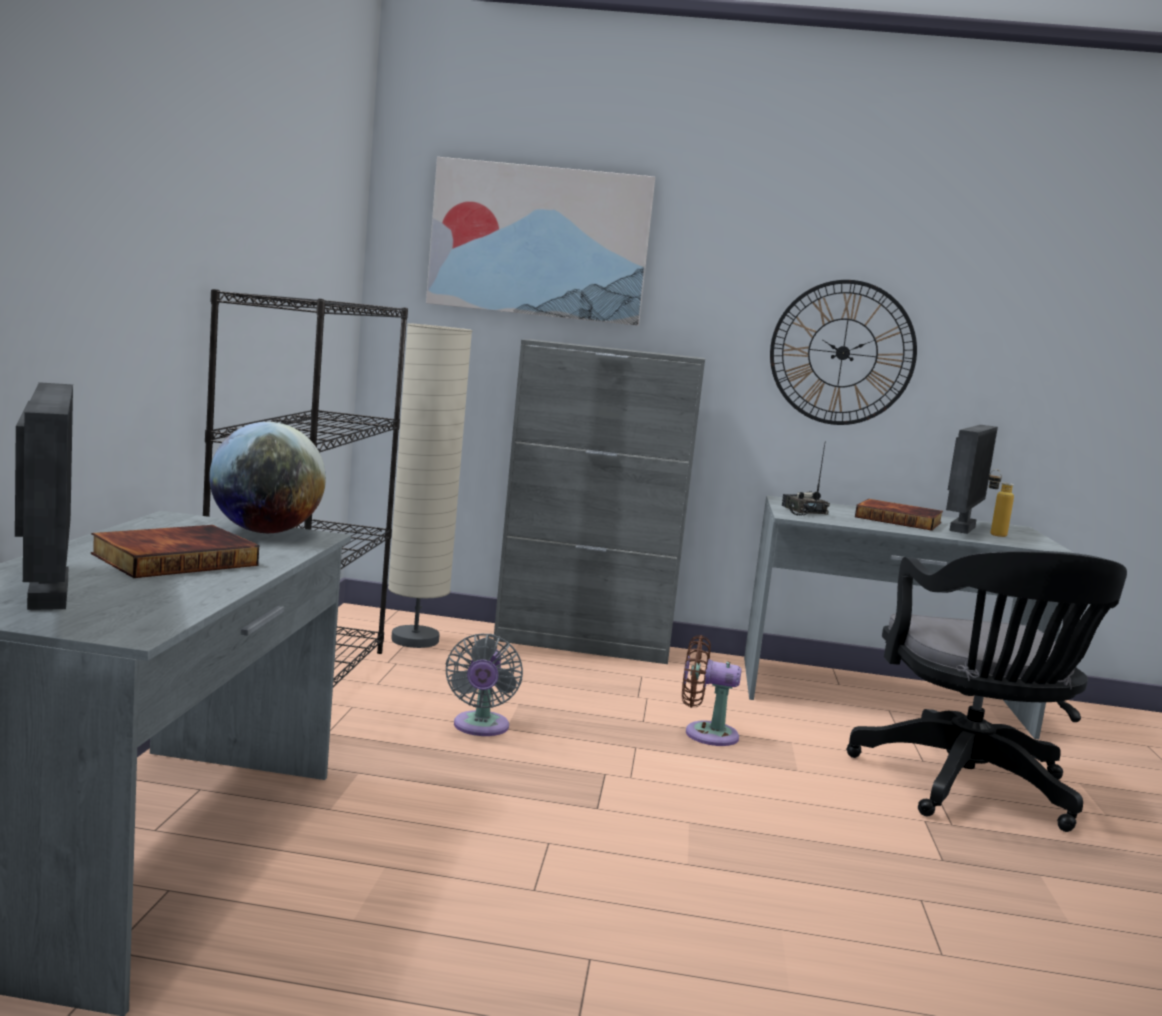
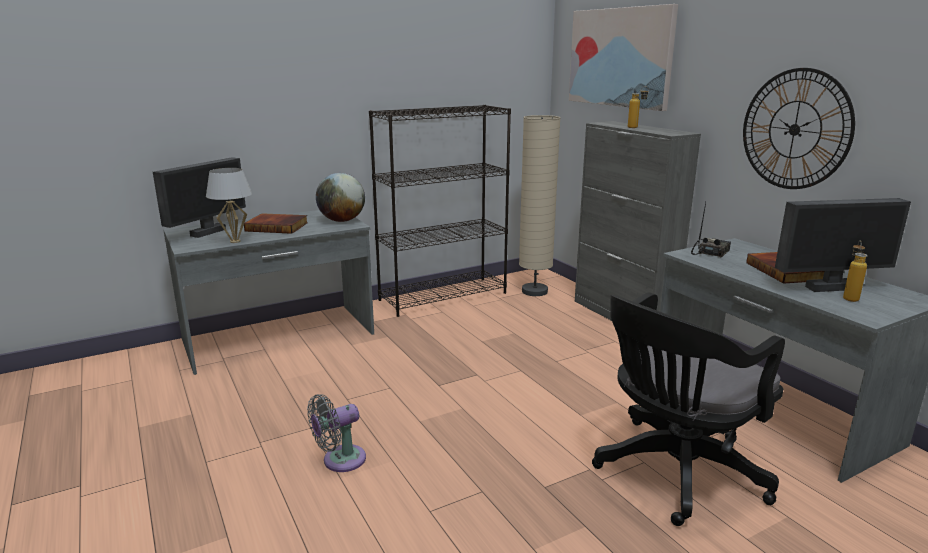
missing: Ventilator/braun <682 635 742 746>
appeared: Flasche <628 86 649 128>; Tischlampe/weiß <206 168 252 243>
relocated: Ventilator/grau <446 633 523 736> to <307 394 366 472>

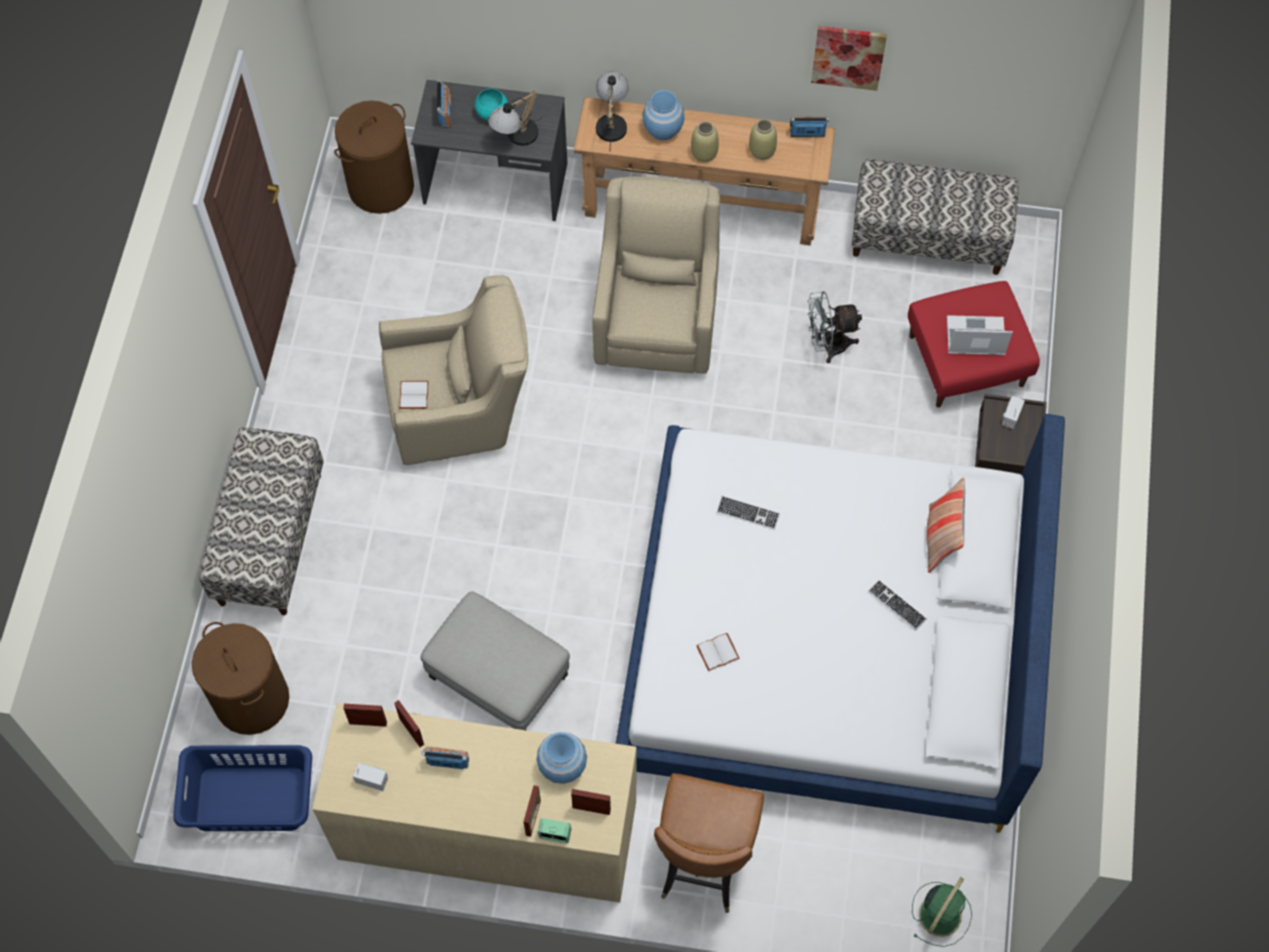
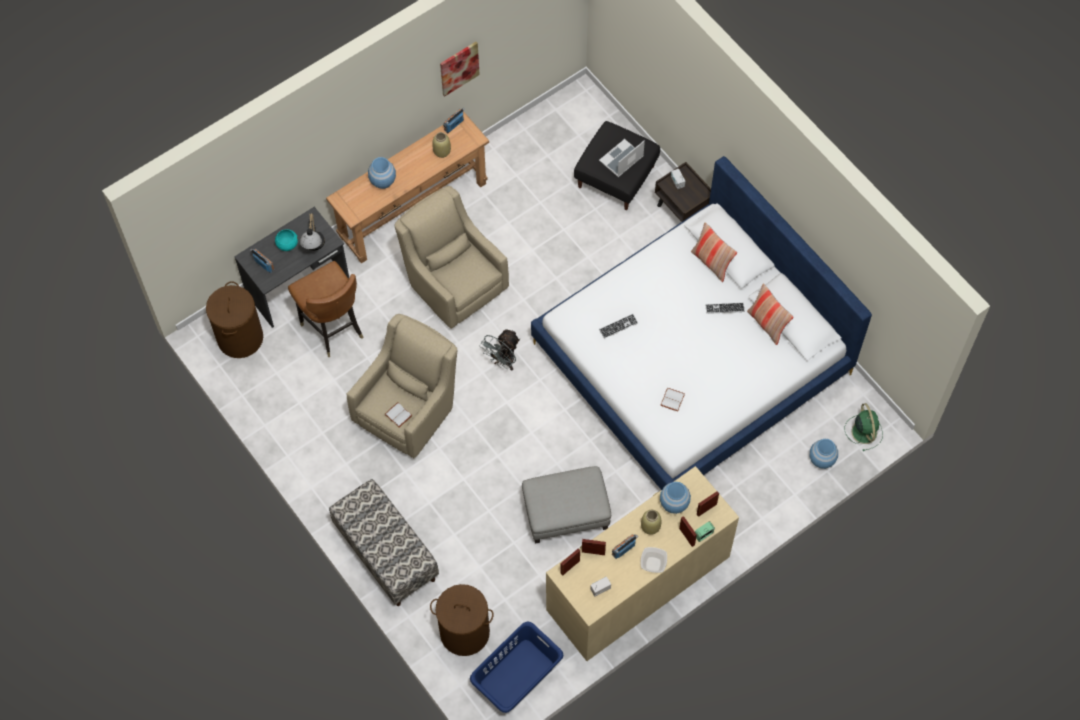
missing: Tischlampe <596 71 629 152>; Bank <851 159 1018 275>
appeared: Kissen <747 283 793 345>; Vase/blau <810 439 838 469>; Schüssel <641 547 667 573>
relocated: Vase/beige <691 121 719 162> to <641 510 661 535>; Ventilator/grau <808 291 862 363> to <479 329 520 371>; Stuhl/braun <654 773 764 913> to <288 261 363 357>
colour: Polsterhocker/rot <908 281 1040 408> to Polsterhocker/schwarz <574 121 660 210>

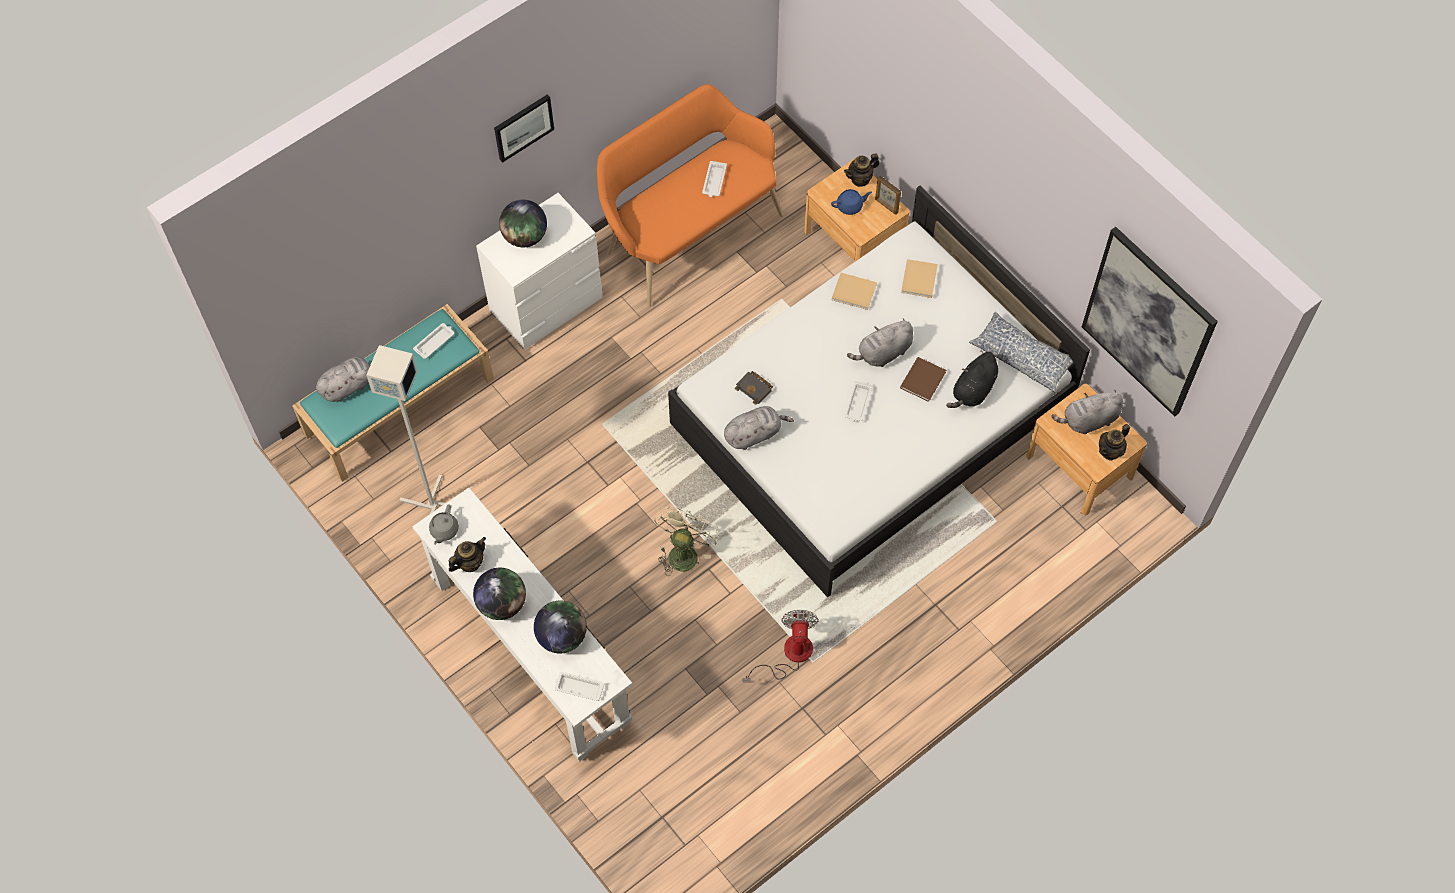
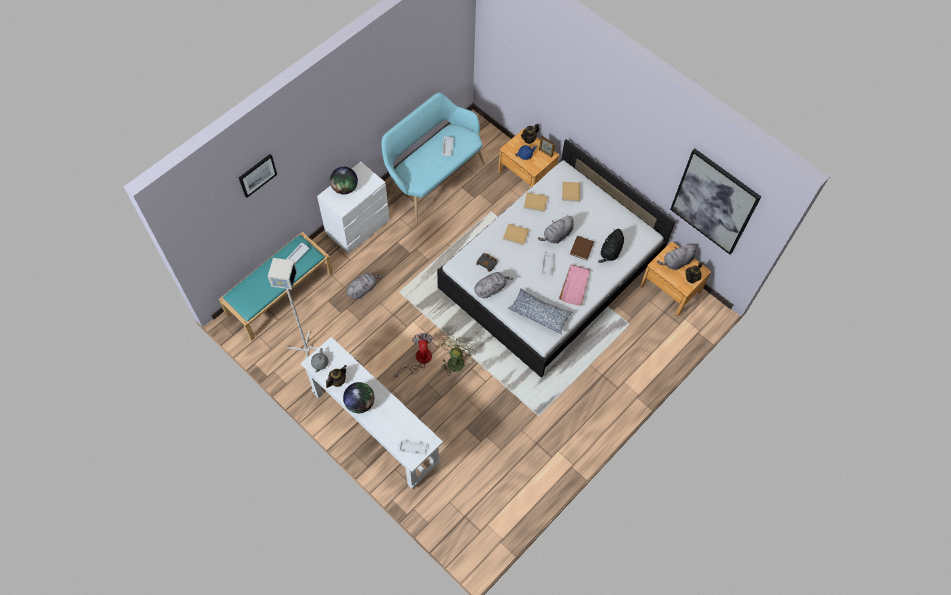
missing: Globus <534 600 587 654>
appeared: Buch/beige <503 223 529 246>; Tablett/rosa <559 265 590 305>
relocated: Bild <494 94 554 163> to <239 154 277 198>; Kissen <969 312 1073 392> to <507 288 572 334>; Plüschtier/grau <316 357 371 402> to <347 273 383 299>; Ventilator <742 610 819 683> to <394 333 433 378>
colour: Bank/orange <597 84 783 307> to Bank/türkis <381 93 485 223>

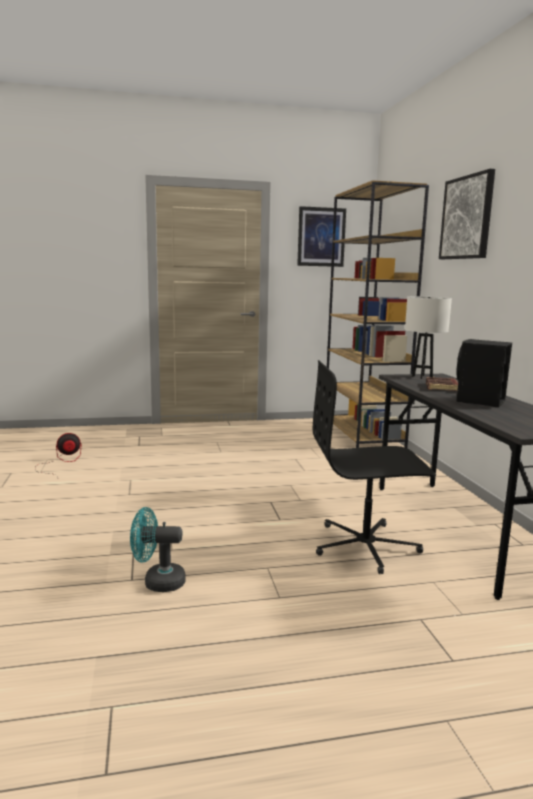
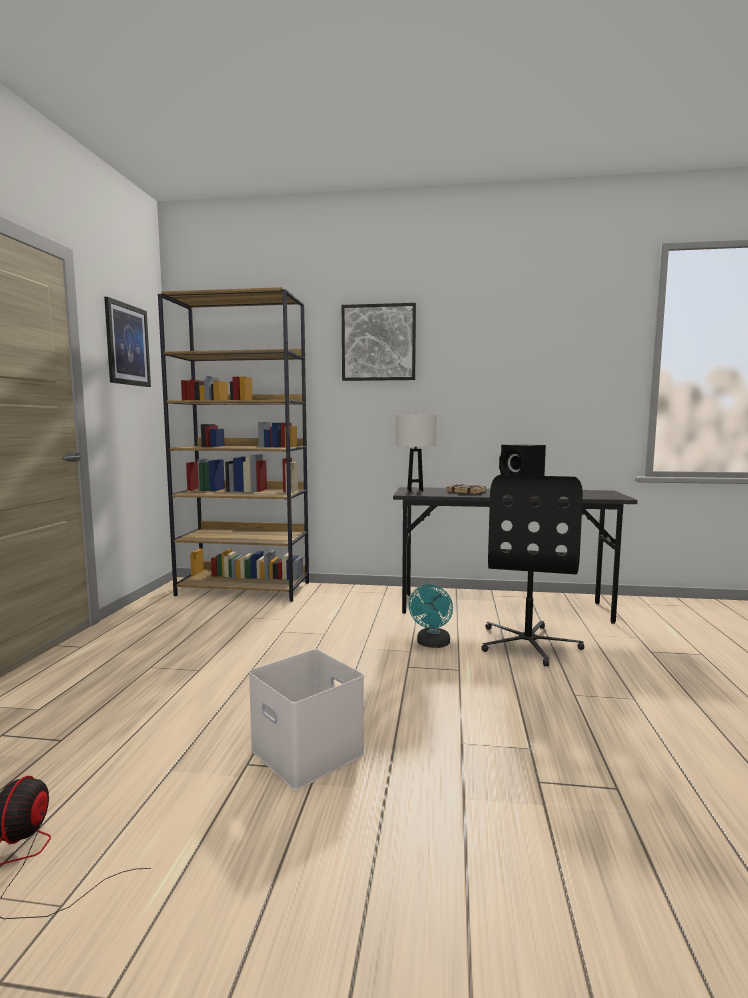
appeared: Aufbewahrungsbox/weiß <249 649 364 790>
relocated: Ventilator/türkis <130 507 186 592> to <409 584 453 648>

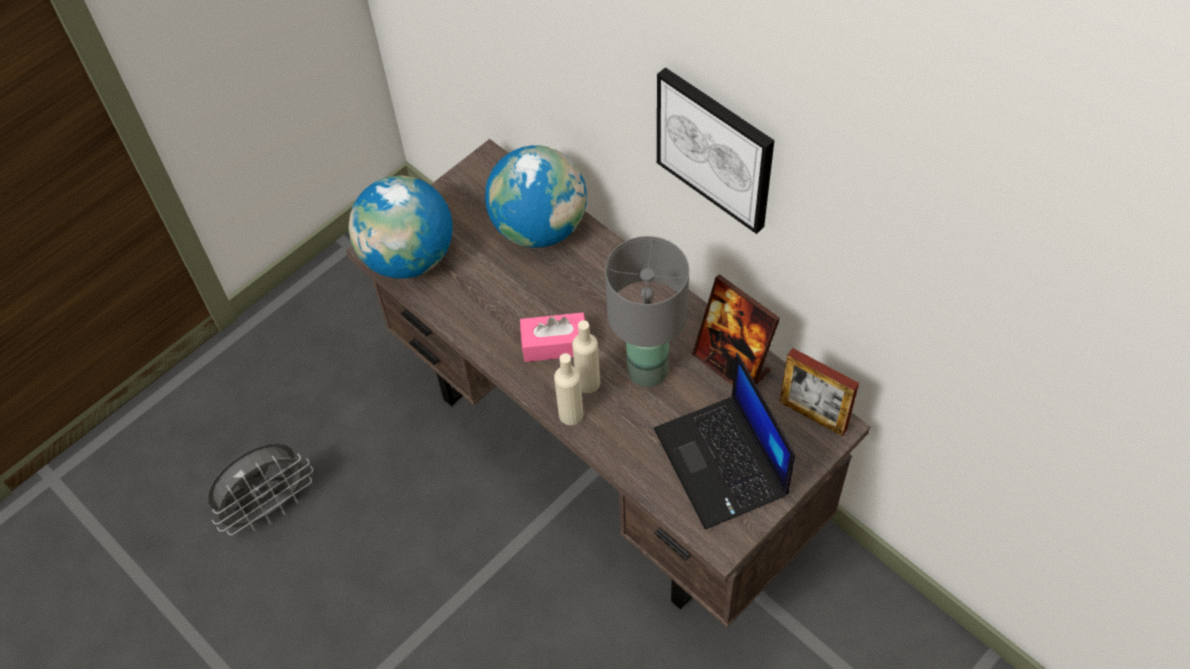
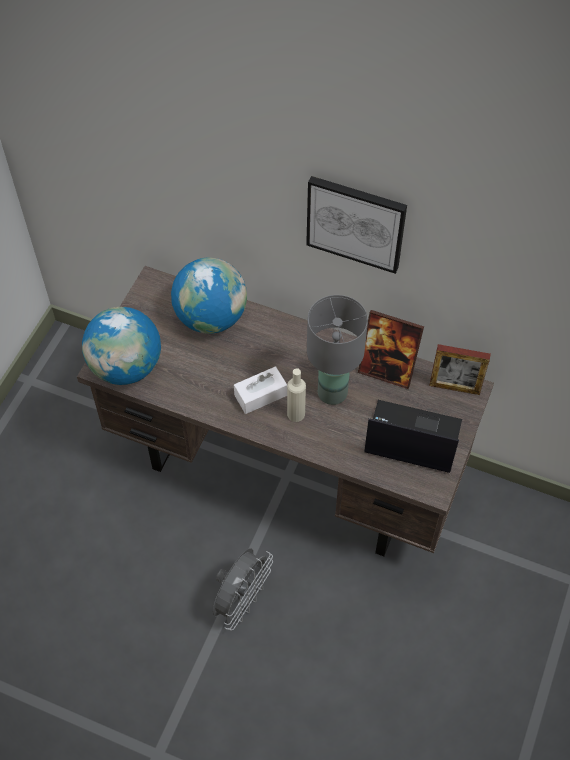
missing: Flasche/beige <554 353 583 425>
relocated: Ventilator/grau <208 443 313 535> to <213 548 273 631>
colour: Taschentuchbox/rosa <520 312 585 362> to Taschentuchbox/weiß <234 366 287 414>
spun: Laptop <654 353 795 529> = <364 400 462 473> 150 degrees clockwise

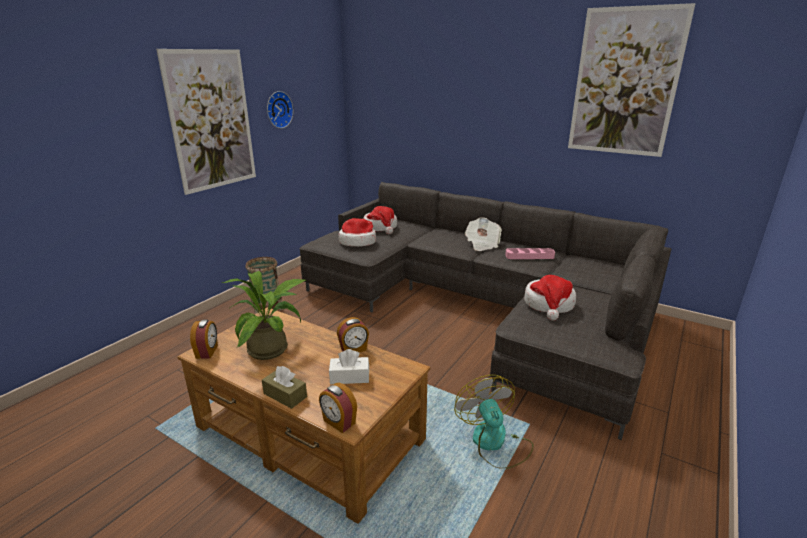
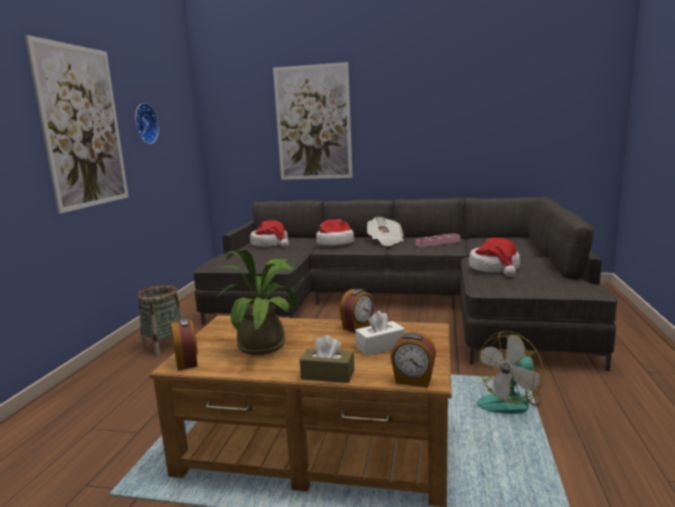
relocated: Bild <568 3 696 157> to <273 62 353 180>; Hut <338 218 376 247> to <316 219 354 246>
spun: Ventilator <454 375 534 469> = <477 331 544 414> 90 degrees counterclockwise

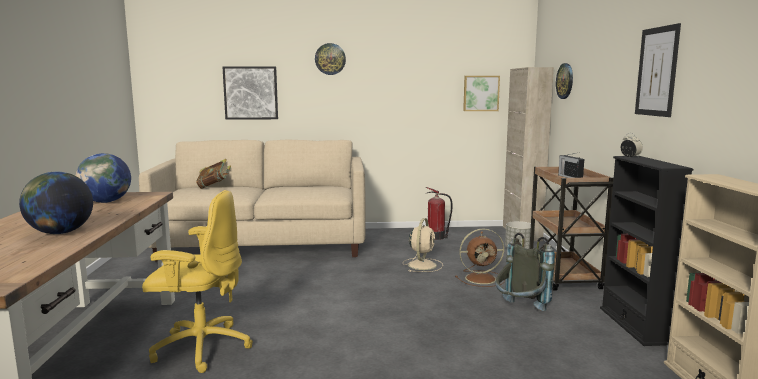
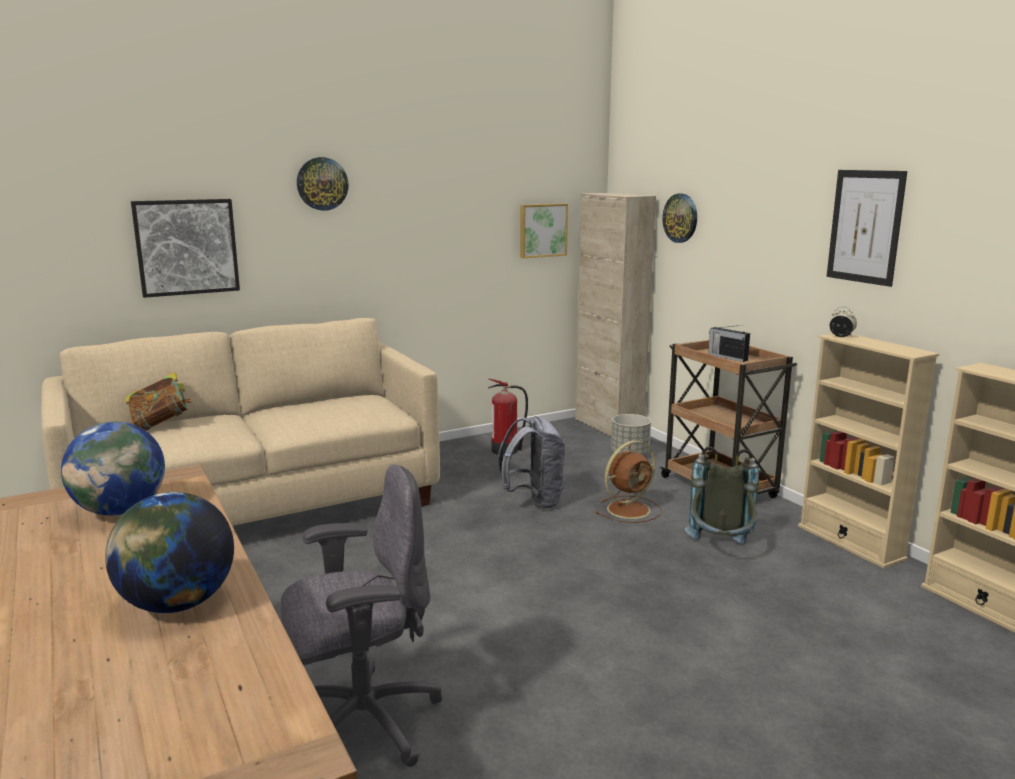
exchanged: Ventilator/beige <403 218 443 272> to Rucksack/grau <498 416 565 509>
colour: Bücherregal/schwarz <600 156 693 346> to Bücherregal/beige <798 334 939 568>; Bürostuhl/gelb <142 190 253 373> to Bürostuhl/grau <281 464 442 767>

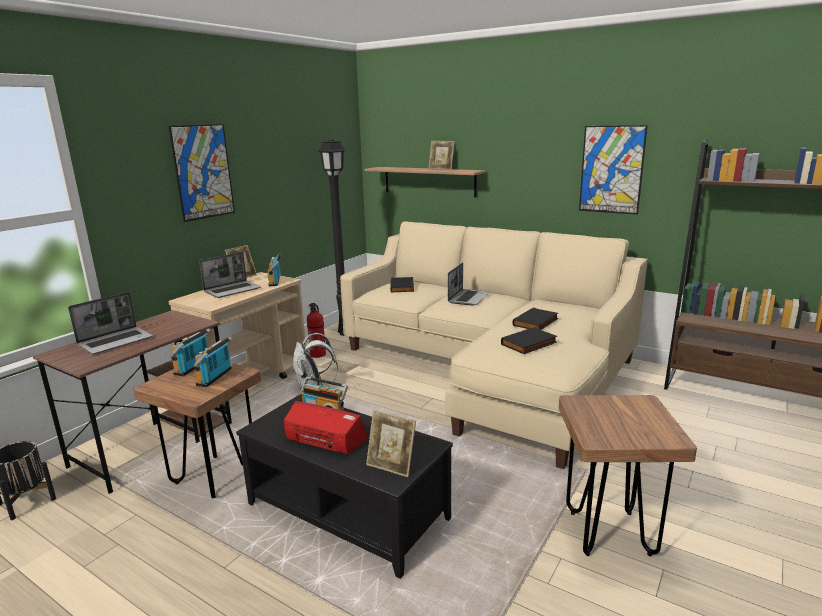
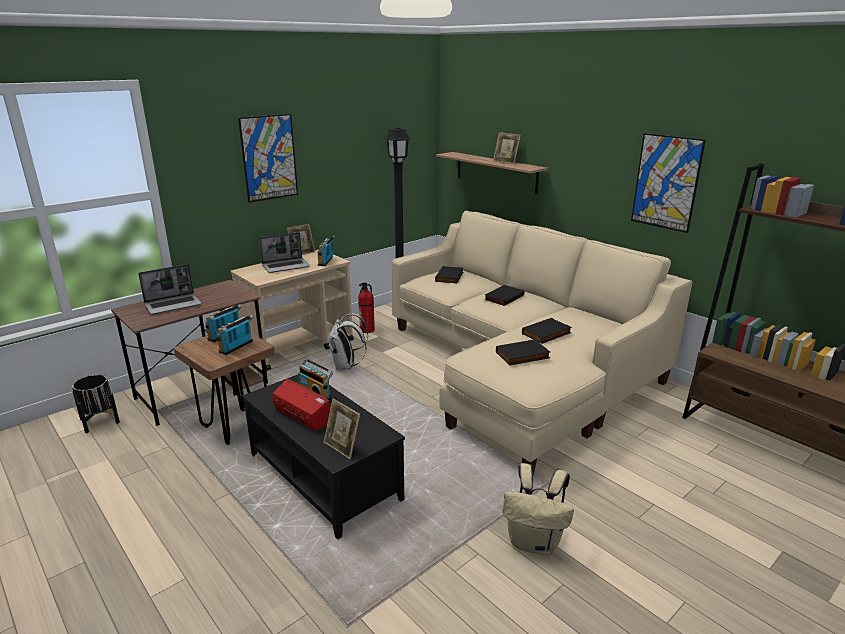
exchanged: Laptop <448 263 490 306> to Buch/schwarz <484 285 525 306>; Hocker/braun <559 395 697 556> to Rucksack/beige <503 463 574 555>

